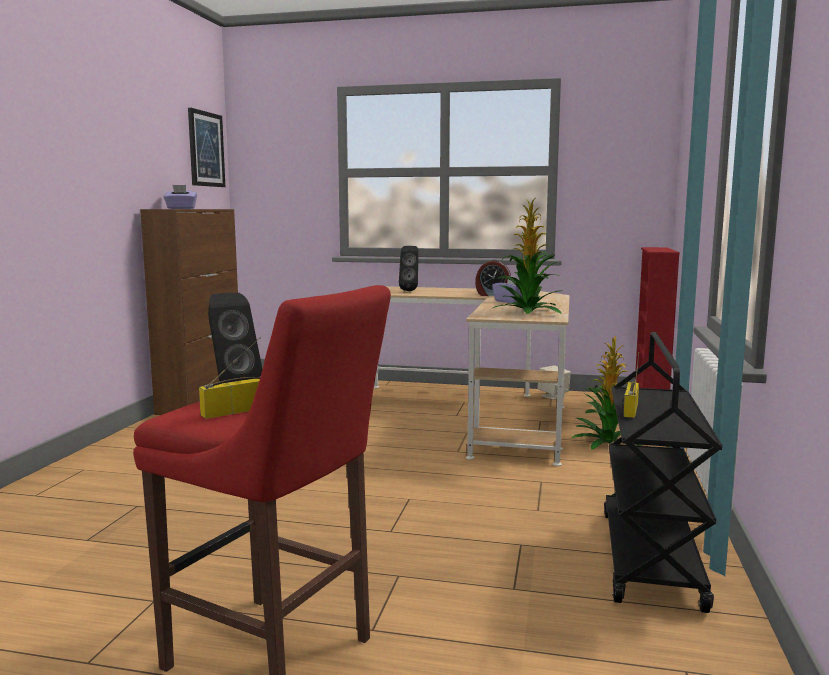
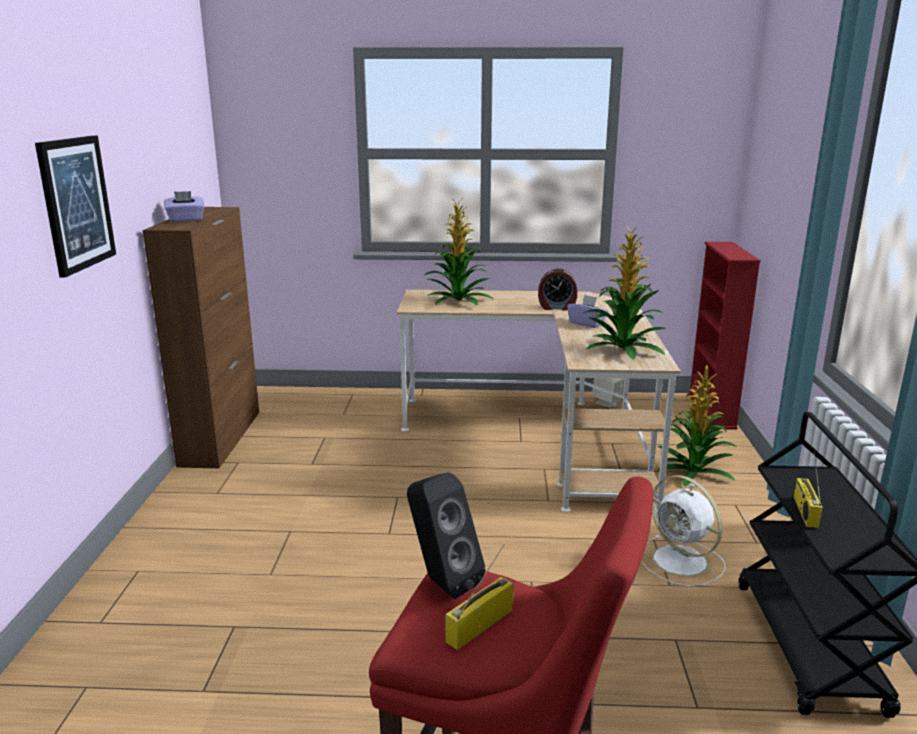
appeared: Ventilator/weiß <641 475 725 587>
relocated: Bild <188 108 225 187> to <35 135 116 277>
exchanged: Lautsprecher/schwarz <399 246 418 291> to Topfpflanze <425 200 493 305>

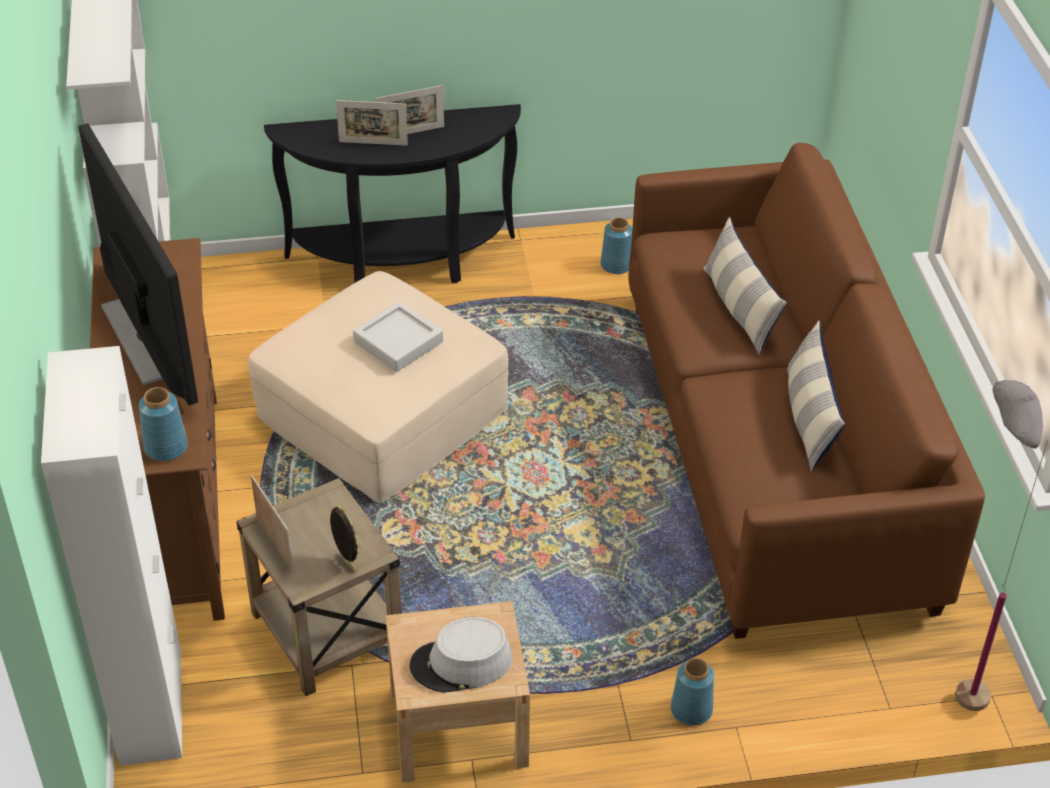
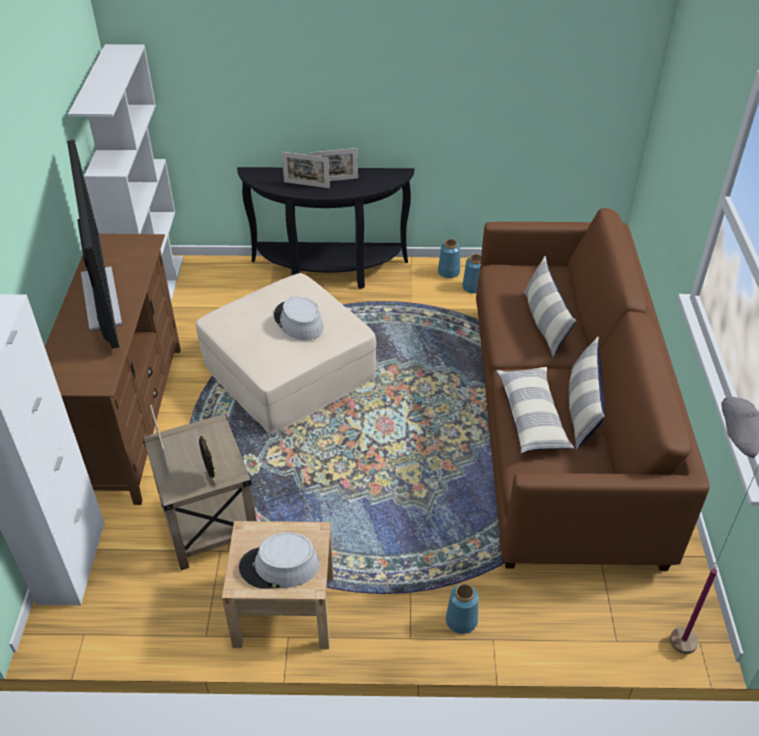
appeared: Kissen <496 367 574 453>
relocated: Vase/blau <139 387 188 461> to <438 239 460 278>
exchanged: Tablett/grau <353 301 443 372> to Hut/grau <274 296 324 340>

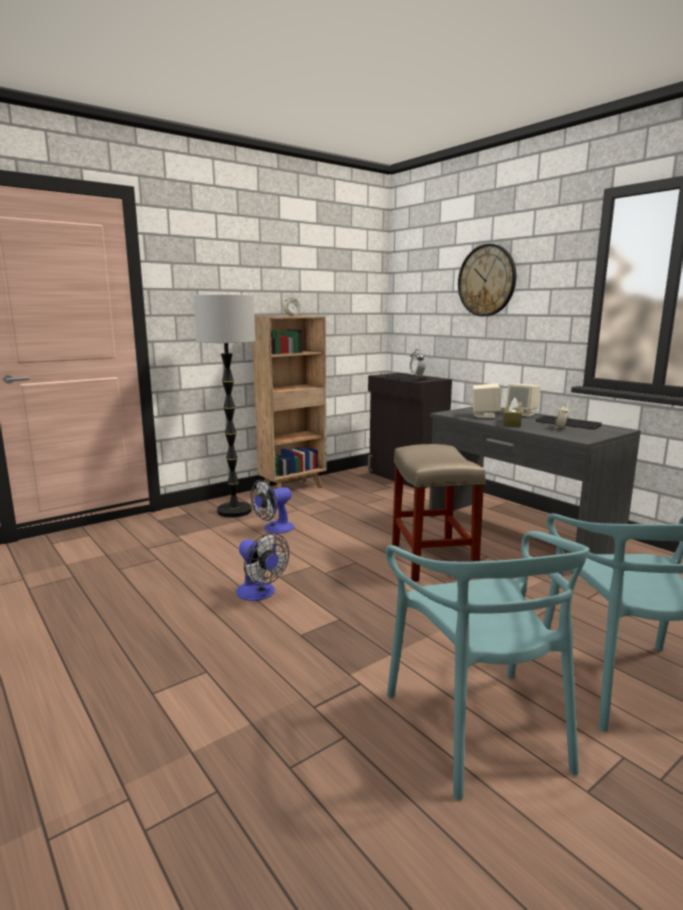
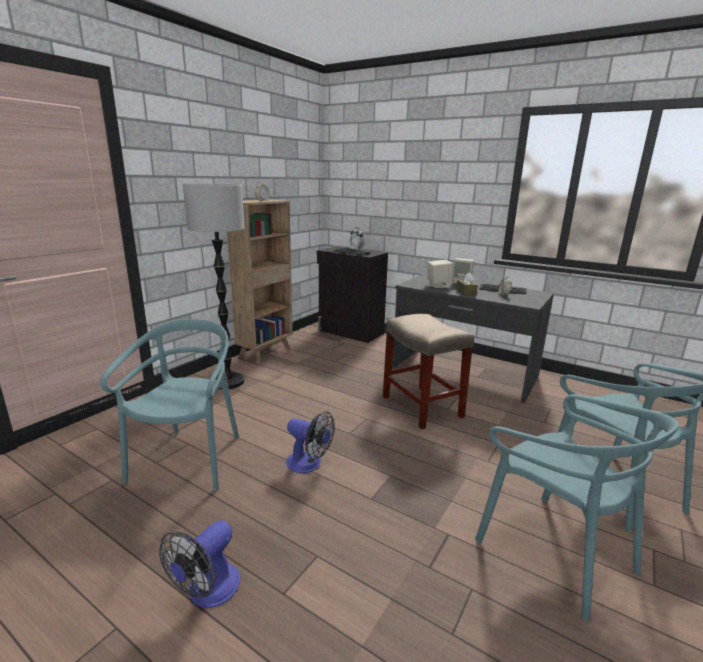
missing: Wanduhr <458 244 516 316>
appeared: Stuhl/türkis <100 319 239 491>
relocated: Ventilator <250 480 295 533> to <159 520 241 608>

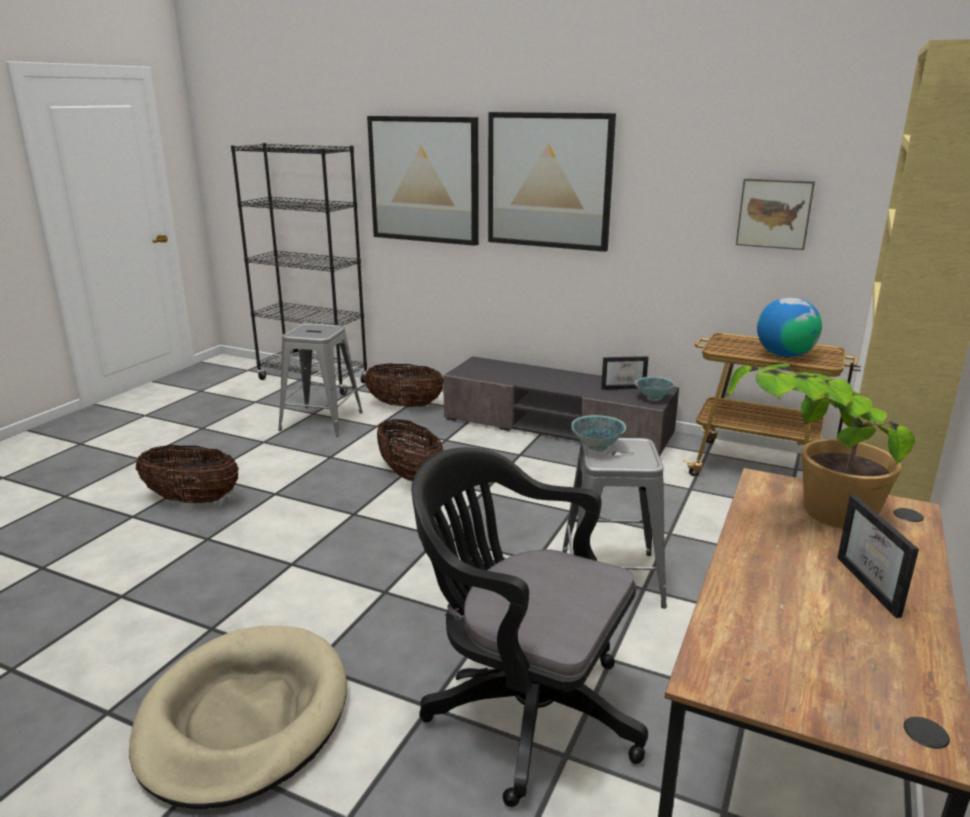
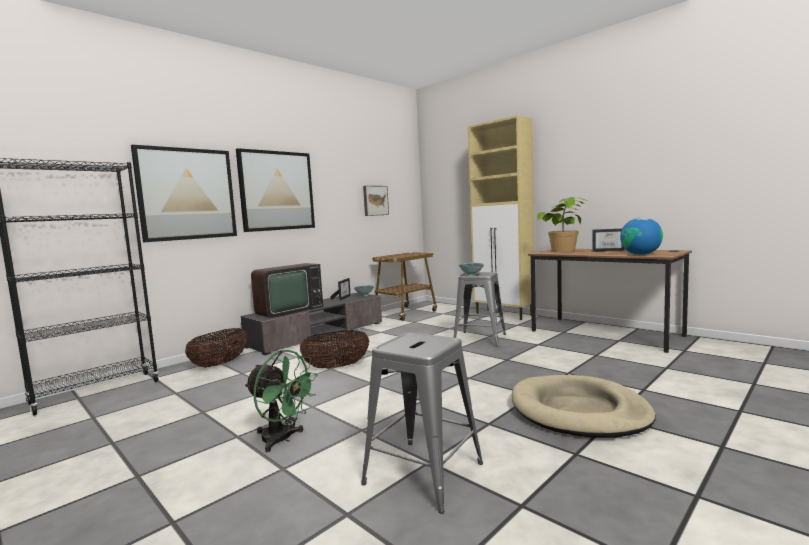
missing: Bürostuhl/schwarz <412 447 648 807>
appeared: Fernseher <251 263 323 318>
relocated: Globus <757 298 822 357> to <620 218 663 255>; Hocker/grau <278 323 363 437> to <361 333 483 514>
exchanged: Korb <136 445 239 503> to Ventilator/grün <245 350 318 452>

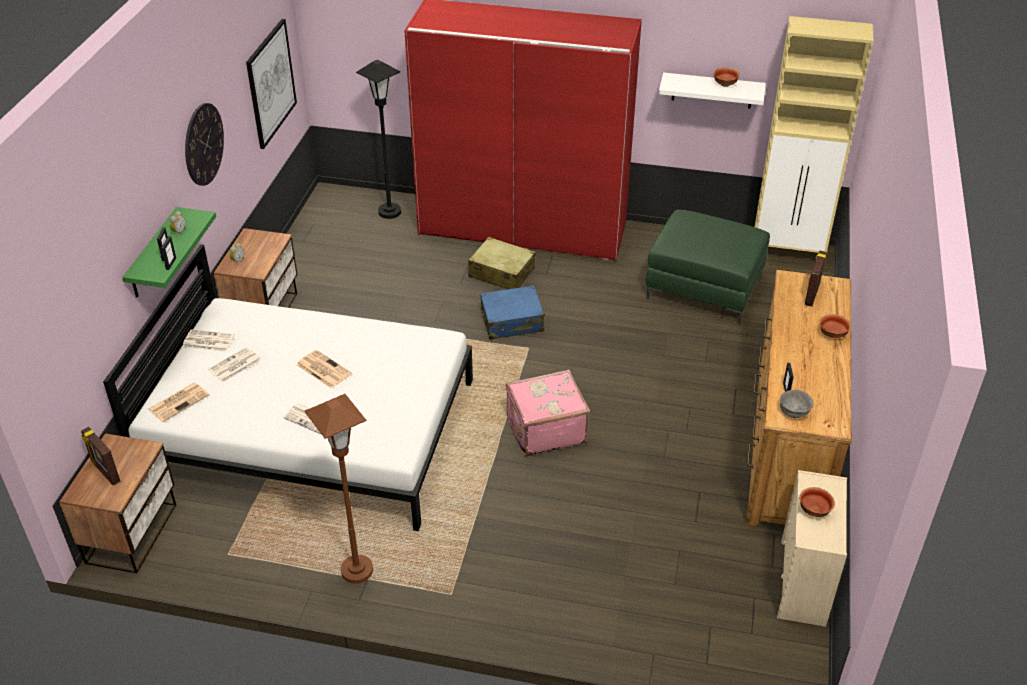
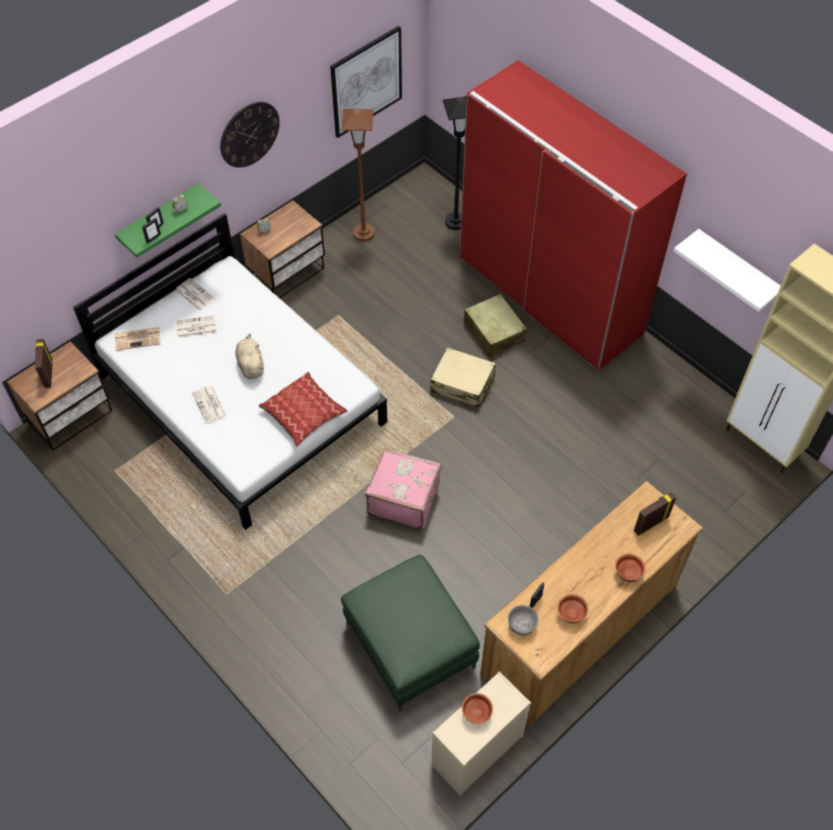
appeared: Kissen <259 372 348 447>
relocated: Schüssel <714 67 740 87> to <557 594 589 624>; Polsterhocker/grün <646 210 770 324> to <341 555 480 711>; Stehlampe/braun <304 394 373 584> to <341 109 375 242>
exchanged: Zeitung <297 350 352 388> to Plüschtier/beige <235 334 264 379>
colour: Koffer/blau <480 285 545 340> to Koffer/beige <430 348 496 408>

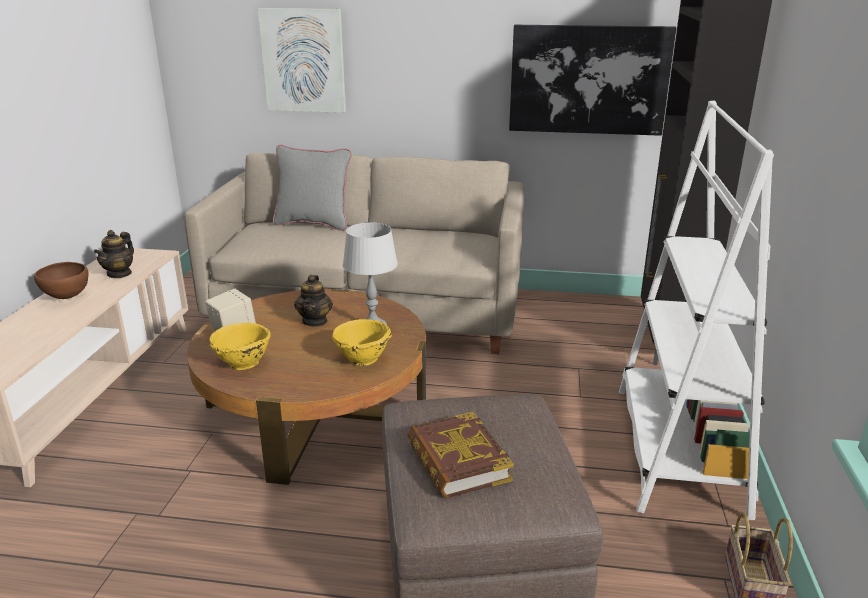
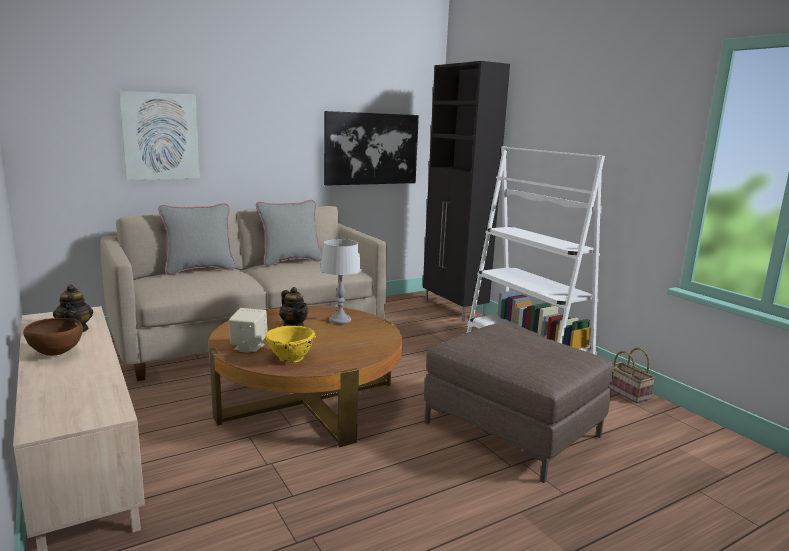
missing: Schüssel/gelb <332 319 392 366>; Buch <407 412 514 498>
appeared: Kissen/grau <256 200 322 266>

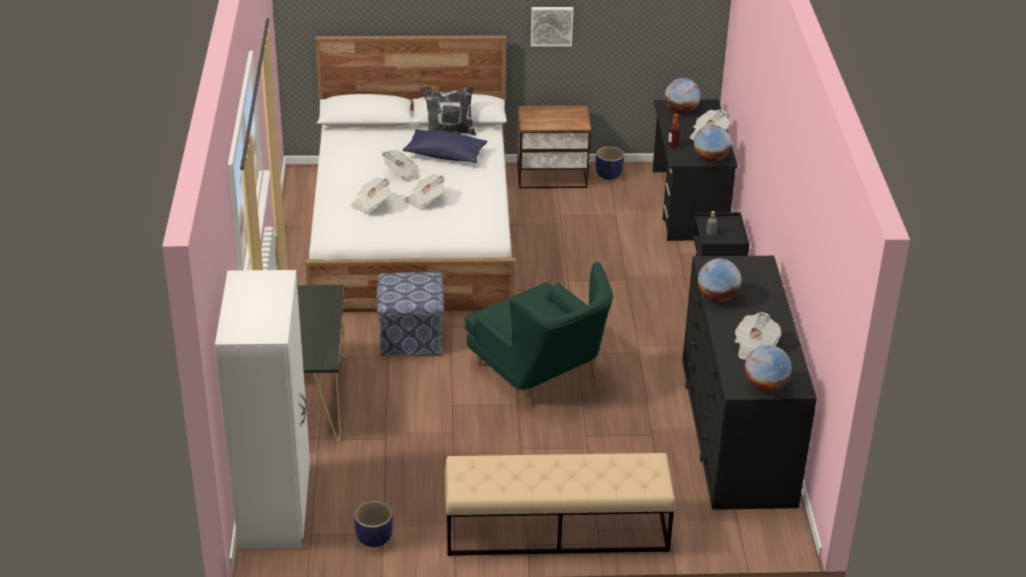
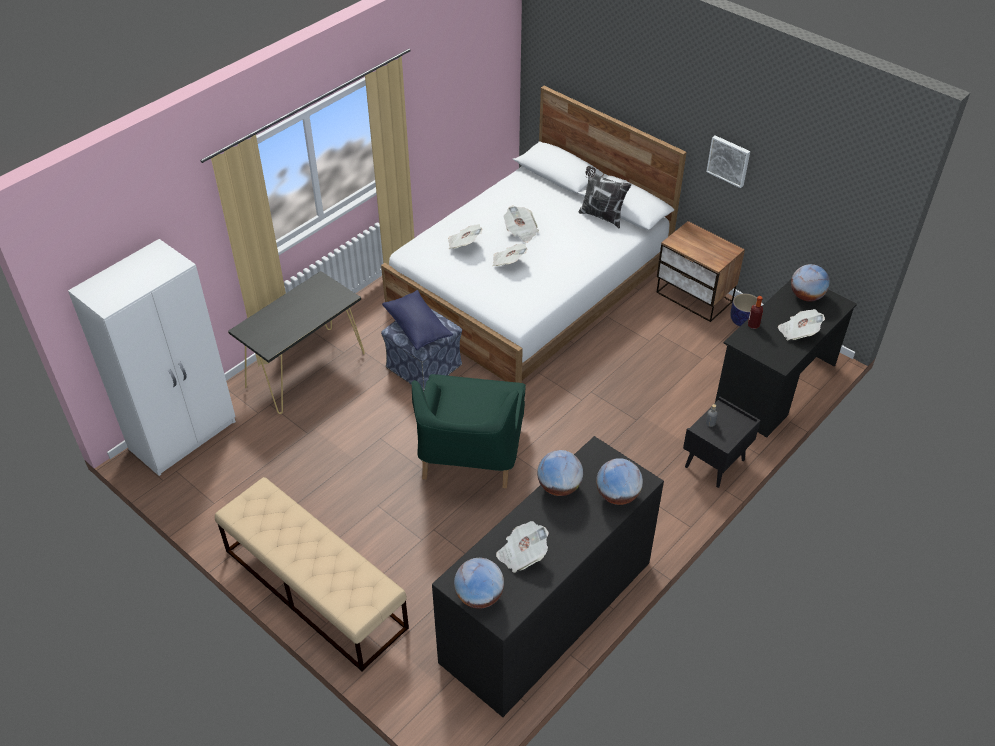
missing: Pflanzkübel <354 501 393 547>
relocated: Globus <694 125 731 162> to <596 458 643 505>; Kissen/blau <403 129 487 163> to <382 290 453 350>

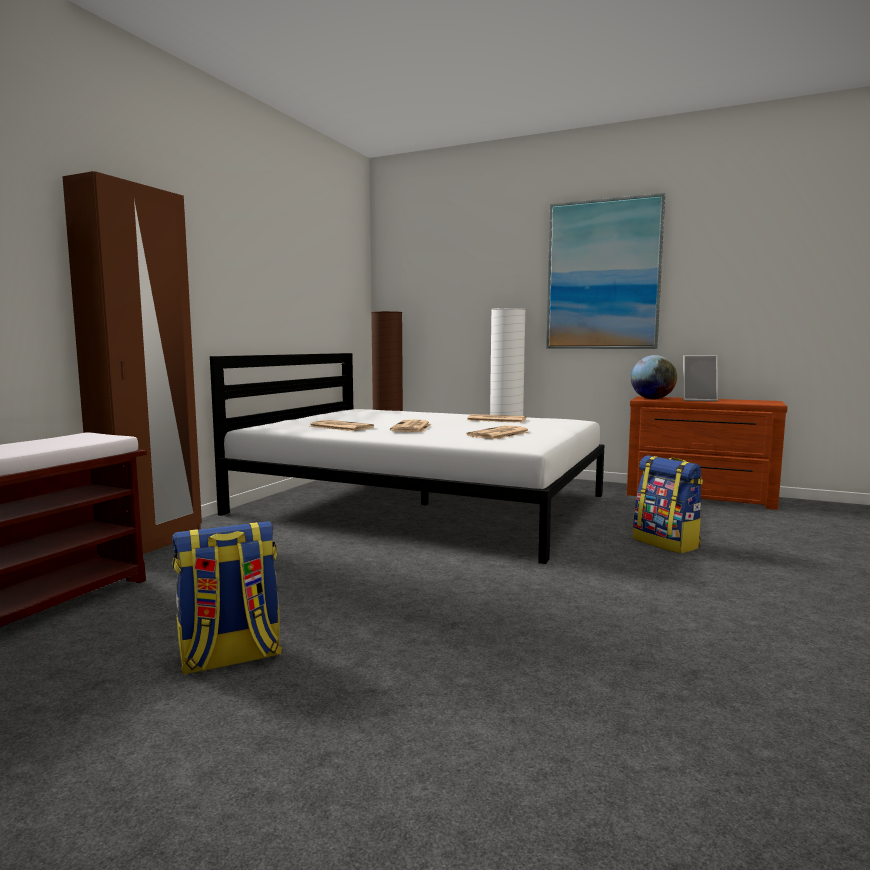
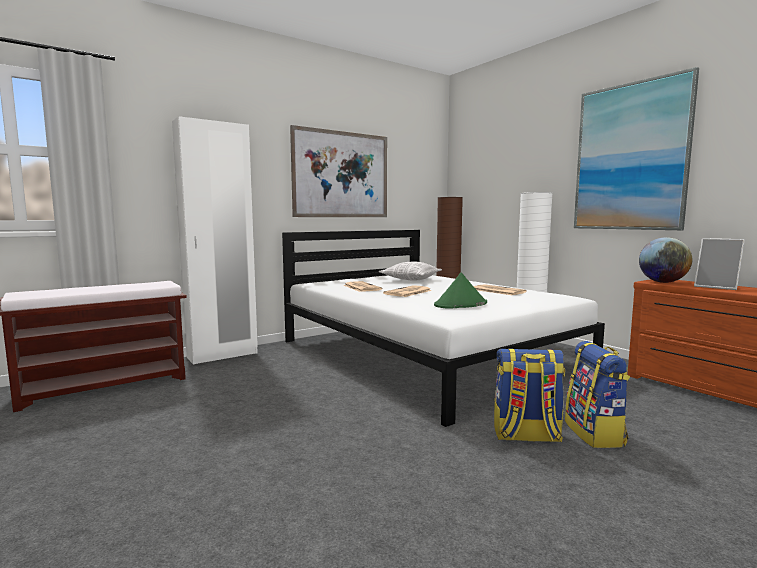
appeared: Bild <290 125 387 217>; Kissen <379 262 442 281>
relocated: Rucksack <172 521 282 675> to <494 349 565 443>
exchanged: Zeitung <467 425 529 439> to Hut/grün <434 272 487 309>
colour: Kleiderschrank/braun <62 171 202 554> to Kleiderschrank/weiß <172 116 258 365>

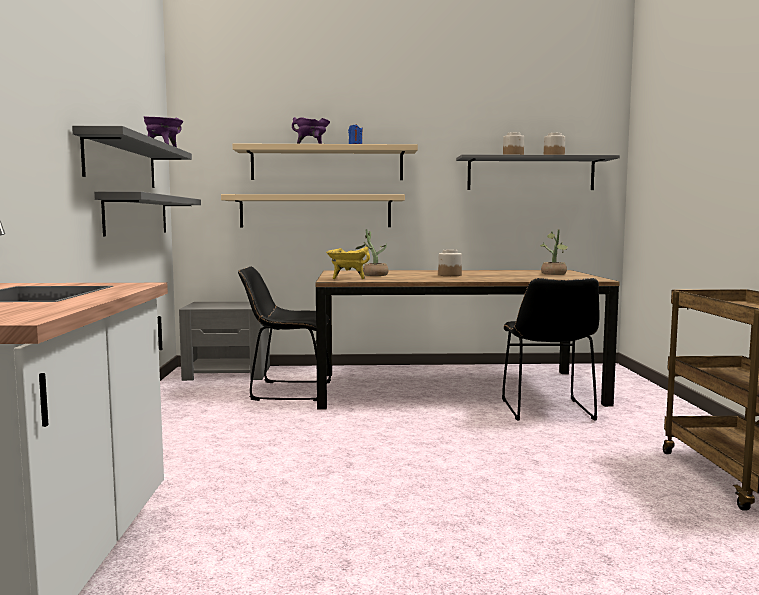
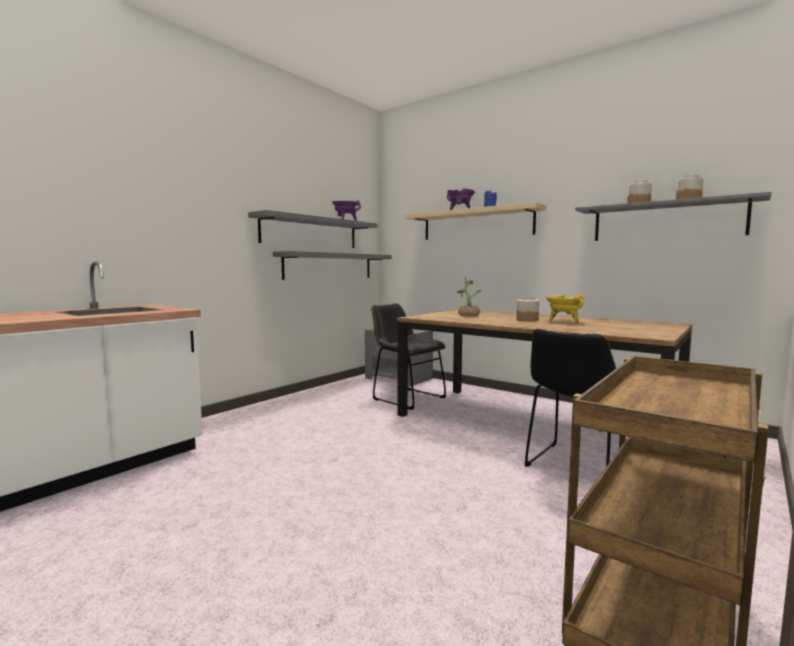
missing: Wandregal/beige <221 194 405 227>; Topfpflanze <540 229 568 275>
relocated: Kochtopf/gelb <326 247 370 279> to <546 294 585 323>

